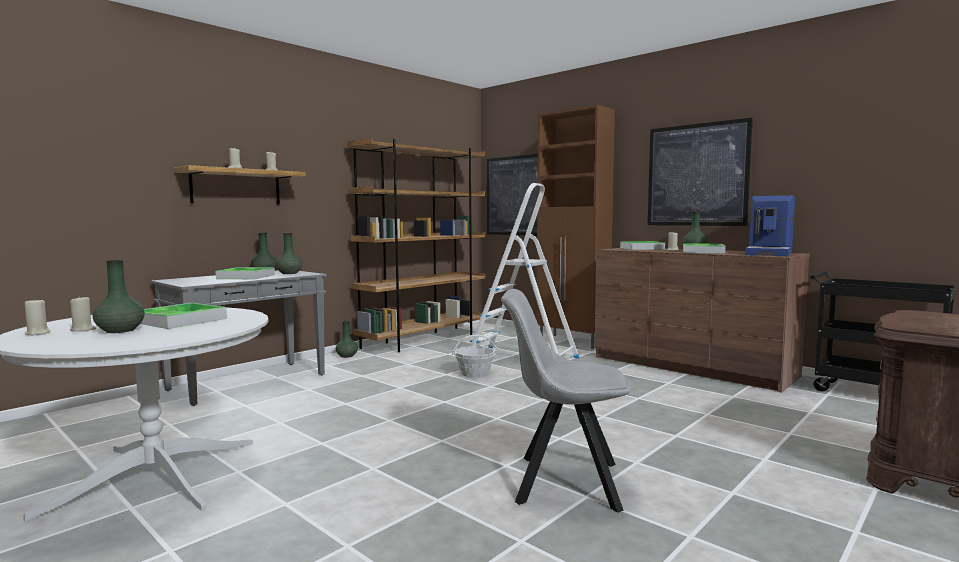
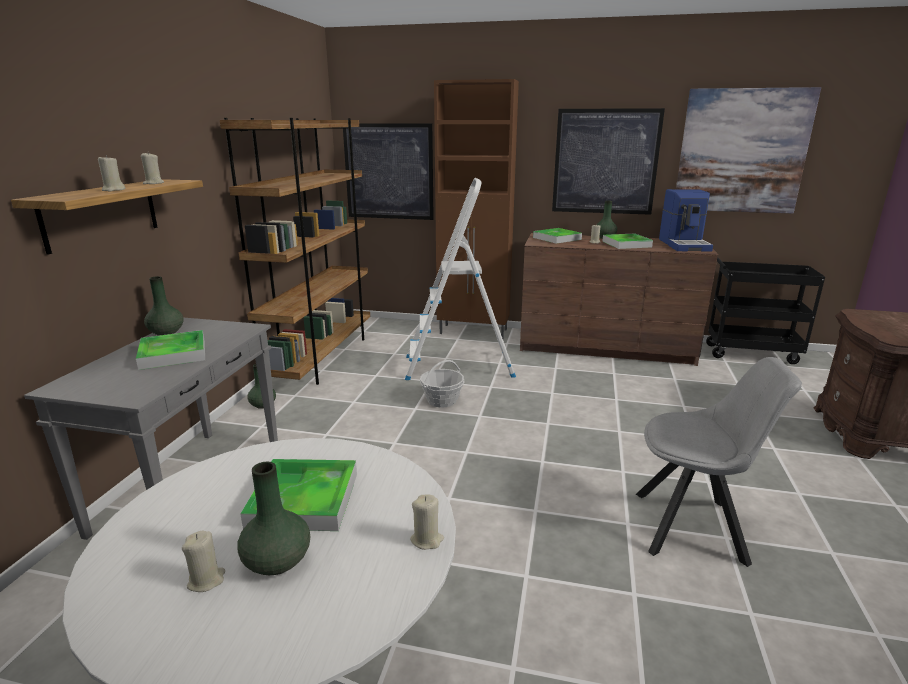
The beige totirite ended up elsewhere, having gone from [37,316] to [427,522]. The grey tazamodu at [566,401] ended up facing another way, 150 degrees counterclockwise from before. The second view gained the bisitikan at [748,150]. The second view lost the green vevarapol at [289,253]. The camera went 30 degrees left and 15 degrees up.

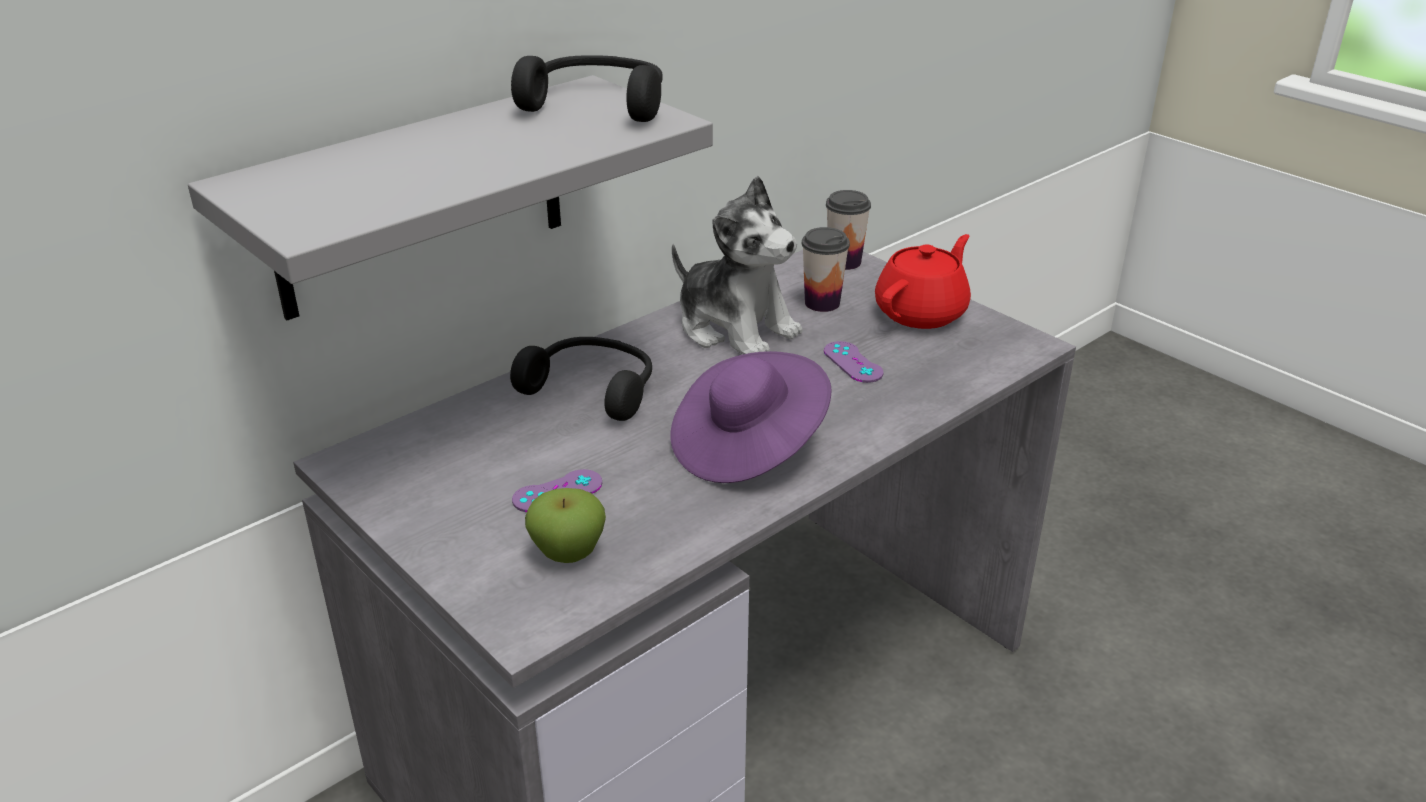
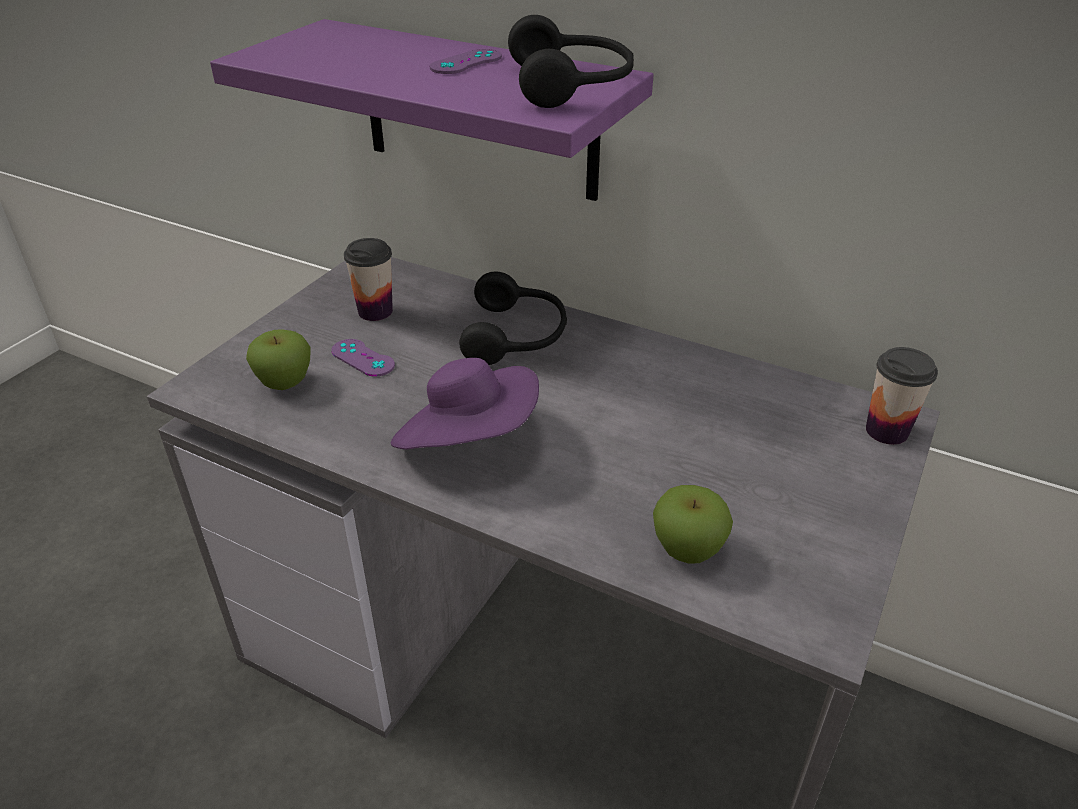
What was the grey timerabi at [450,197] turned into the purple timerabi at [432,110]. The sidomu ended up elsewhere, having gone from [826,269] to [368,279]. The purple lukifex ended up elsewhere, having gone from [854,362] to [465,61]. The second view gained the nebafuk at [693,524]. The second view lost the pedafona at [737,265]. The second view lost the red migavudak at [923,281]. The camera went 70 degrees right and 5 degrees up.

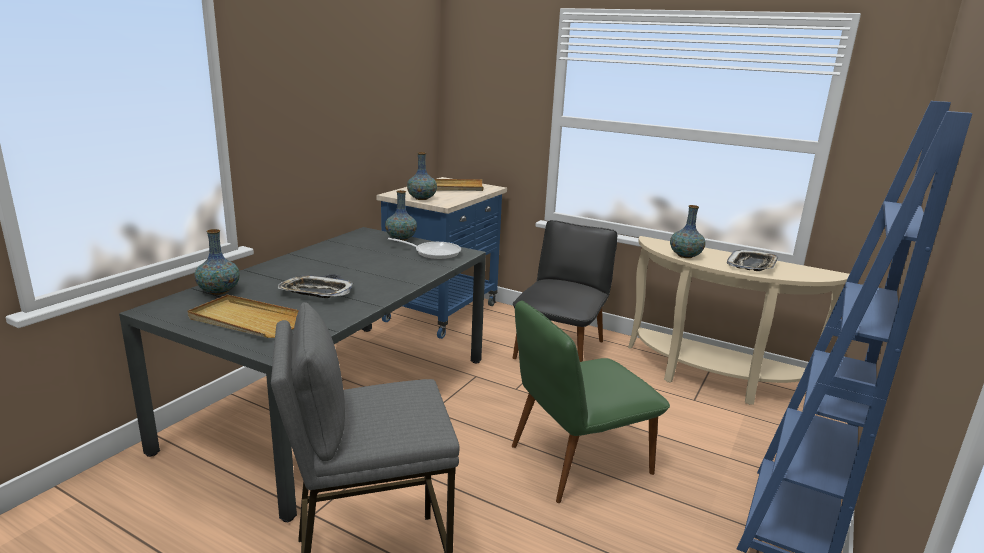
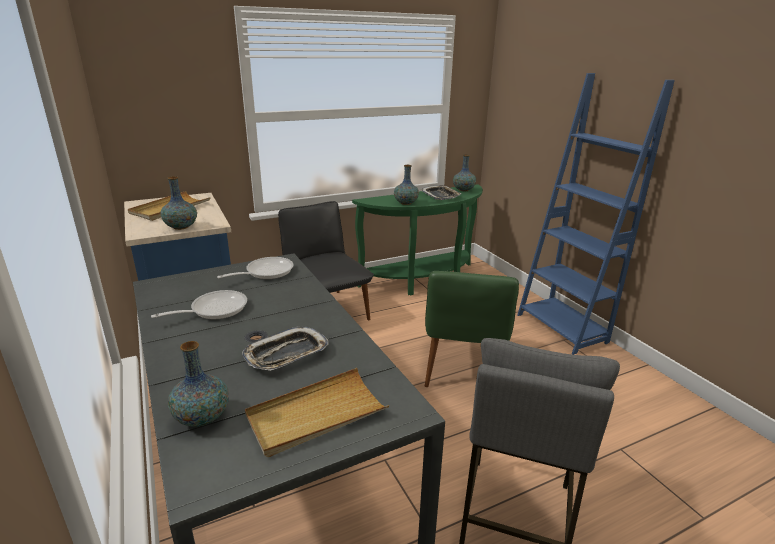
The second view gained the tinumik at [199,305]. What was the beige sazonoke at [739,320] turned into the green sazonoke at [417,240]. The vevarapol ended up elsewhere, having gone from [401,215] to [464,172]. The camera went 55 degrees left and 5 degrees up.

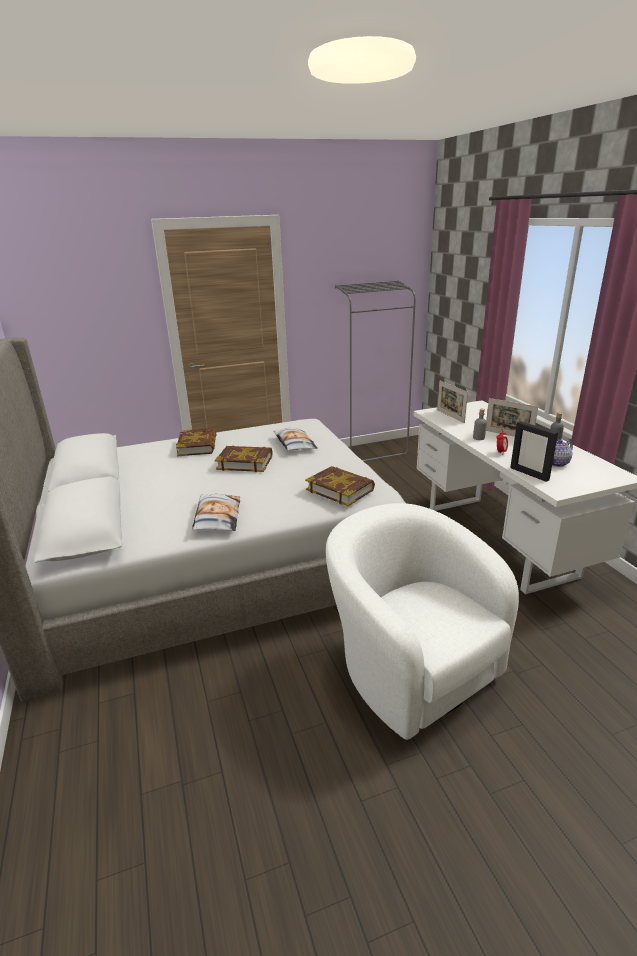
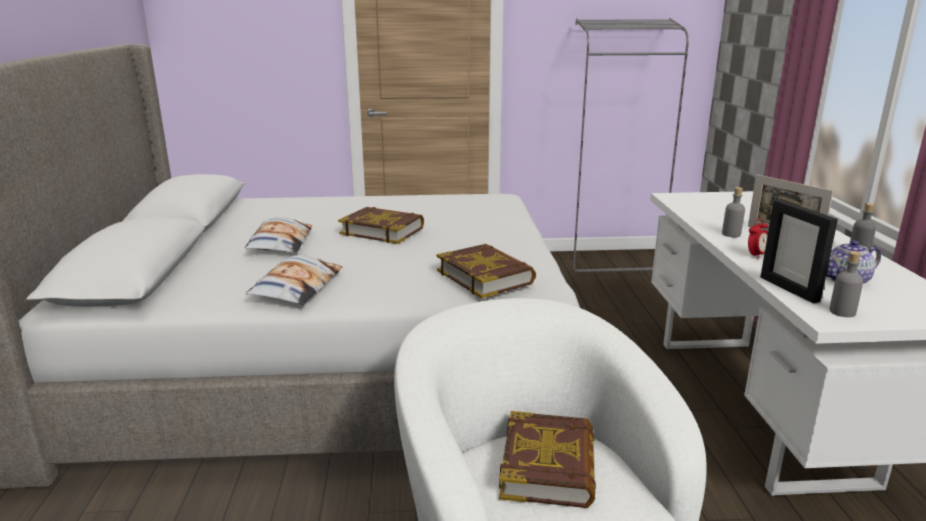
The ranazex ended up elsewhere, having gone from [295,439] to [278,235]. The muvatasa ended up elsewhere, having gone from [196,442] to [547,459]. The second view gained the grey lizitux at [846,284]. The second view lost the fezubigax at [452,402]. The camera went 15 degrees right and 5 degrees down.

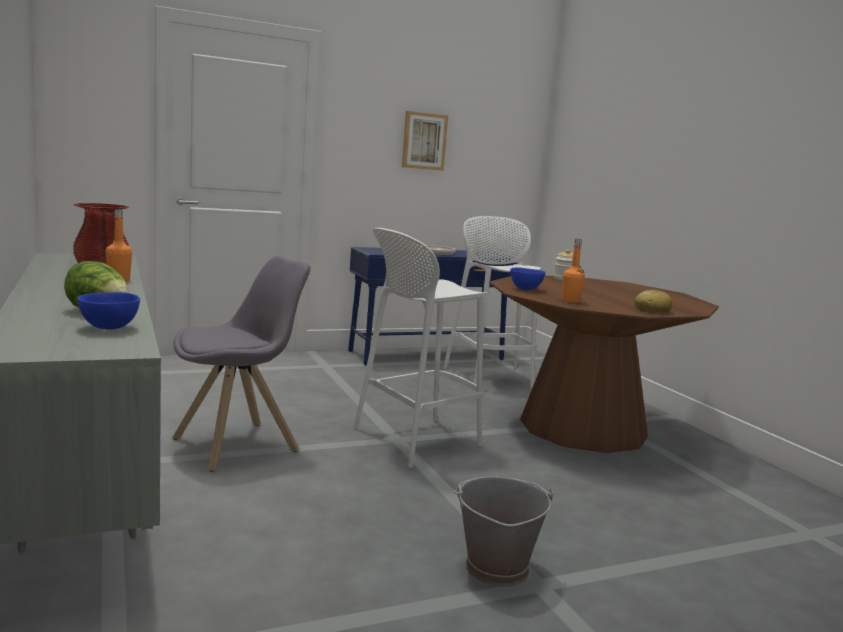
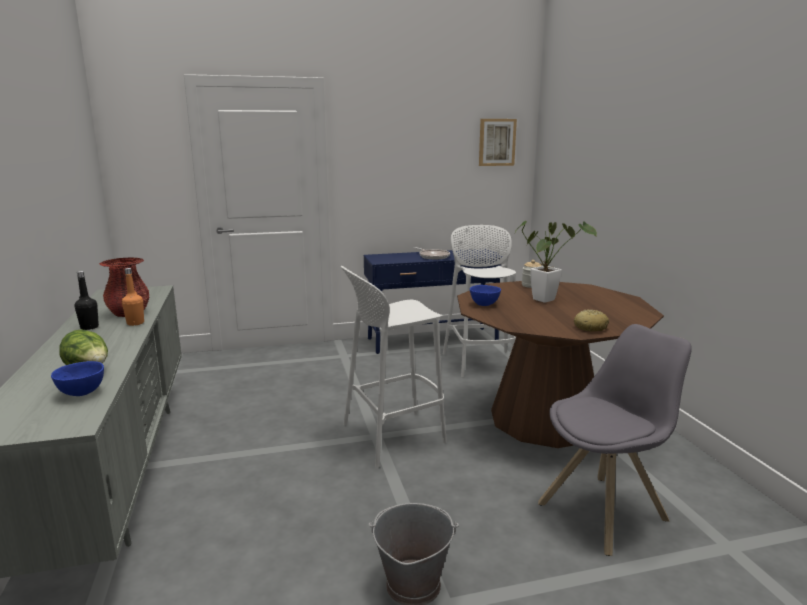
The second view gained the black lizitux at [86,300]. The bisitikan ended up elsewhere, having gone from [425,141] to [498,142]. The second view gained the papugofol at [555,262]. The grey tazamodu ended up elsewhere, having gone from [241,363] to [615,440]. The second view lost the orange lizitux at [573,271]. The camera went 10 degrees right and 5 degrees up.

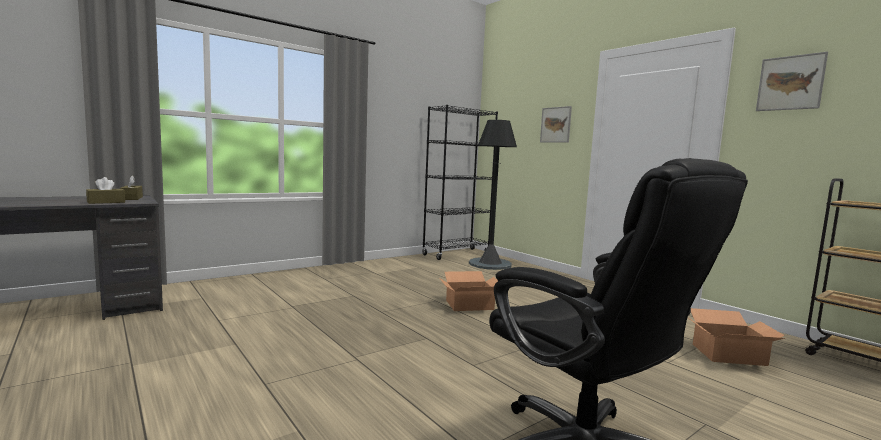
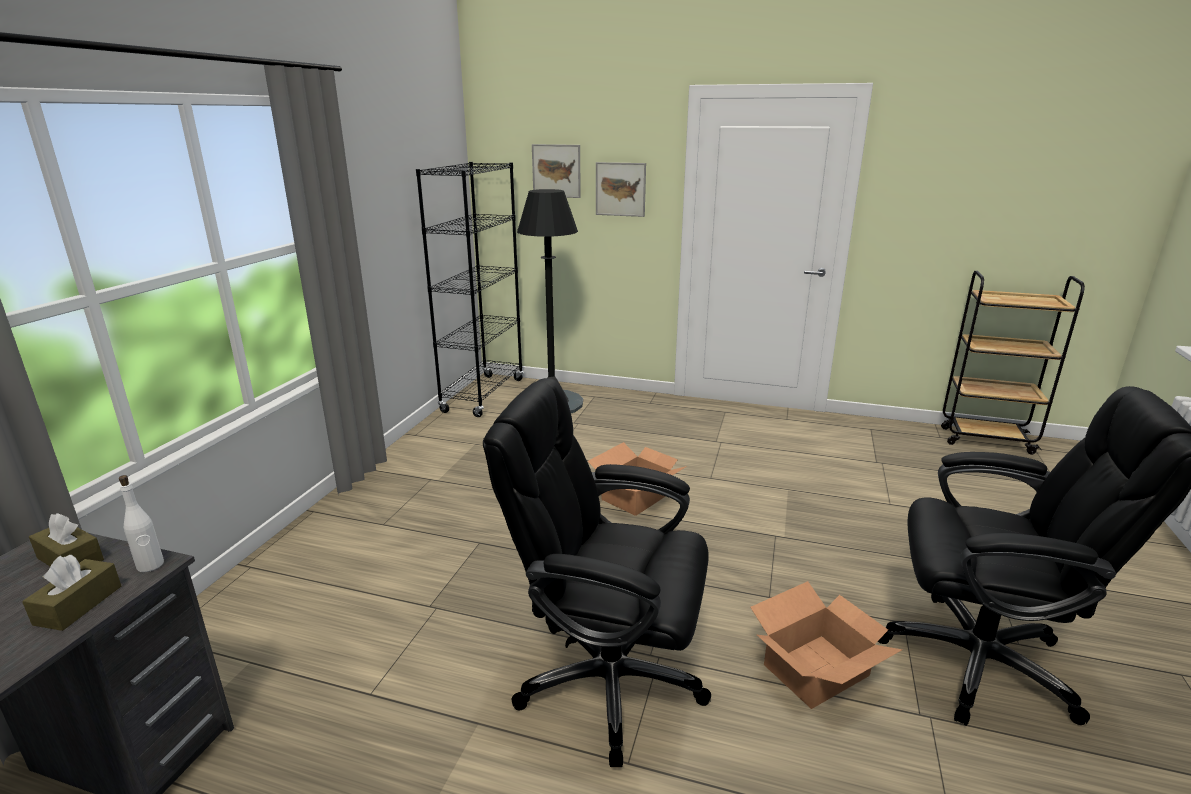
The second view gained the white lizitux at [141,523]. The second view gained the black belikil at [597,572]. The bisitikan ended up elsewhere, having gone from [792,81] to [556,171]. The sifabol ended up elsewhere, having gone from [737,337] to [826,645]. The camera went 35 degrees left and 15 degrees up.

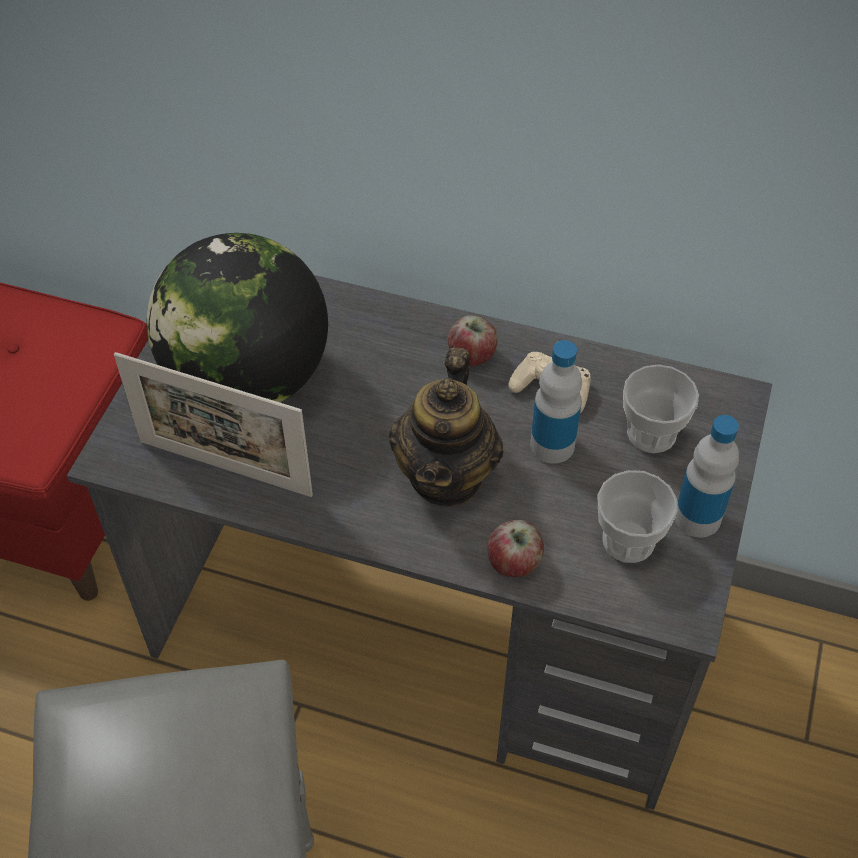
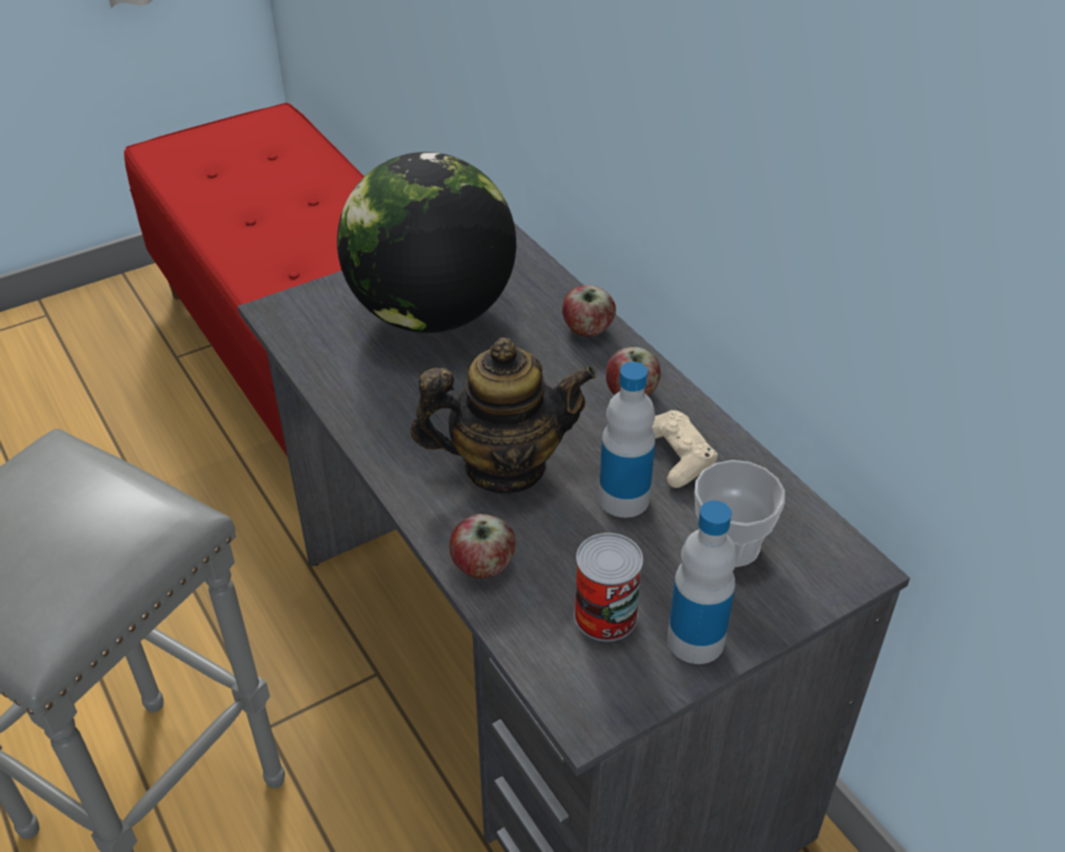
The migavudak at [446,427] ended up facing another way, 150 degrees counterclockwise from before. The second view gained the nebafuk at [589,311]. Where the sidomu stood at [638,516], the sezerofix came to stand at [608,587]. The second view lost the fezubigax at [213,424]. The camera went 40 degrees right and 10 degrees down.

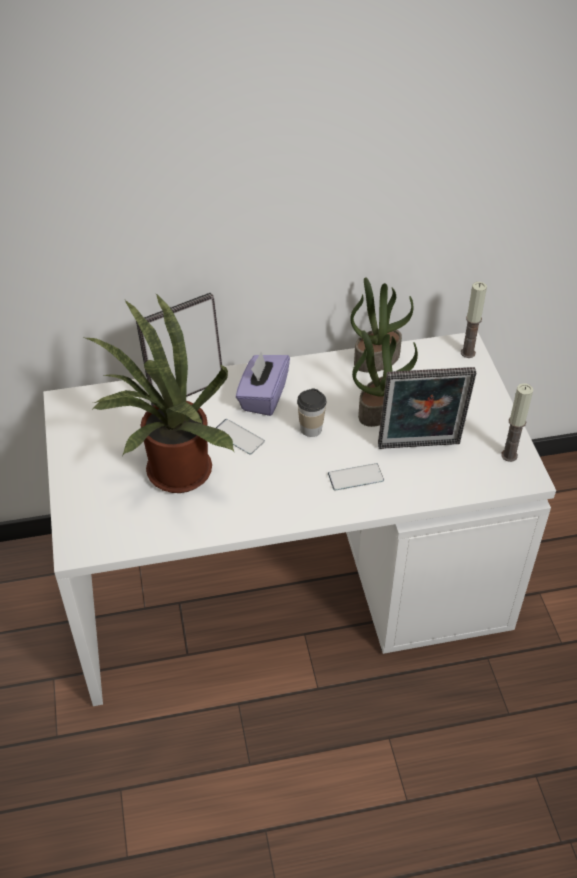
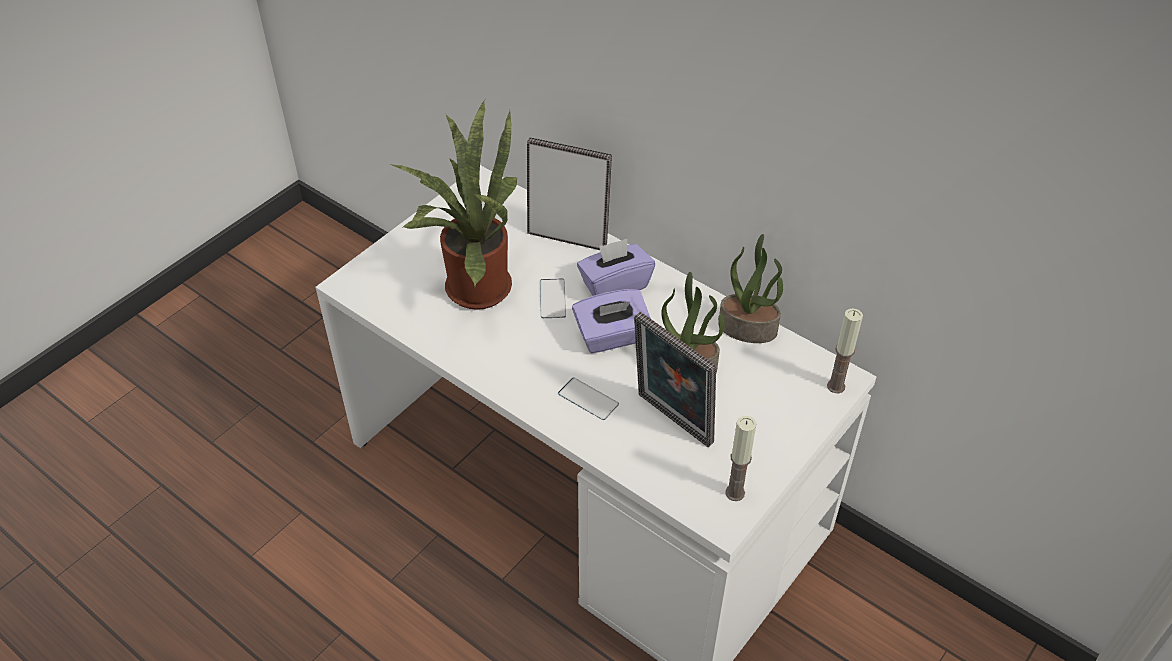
Where the sidomu stood at [311,413], the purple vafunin came to stand at [611,321]. The camera went 50 degrees right and 0 degrees up.

